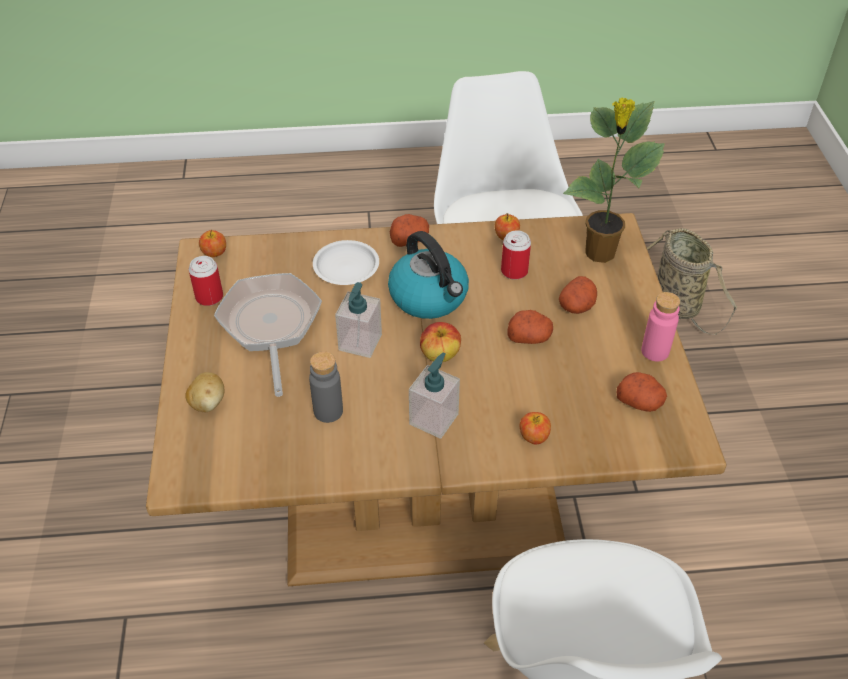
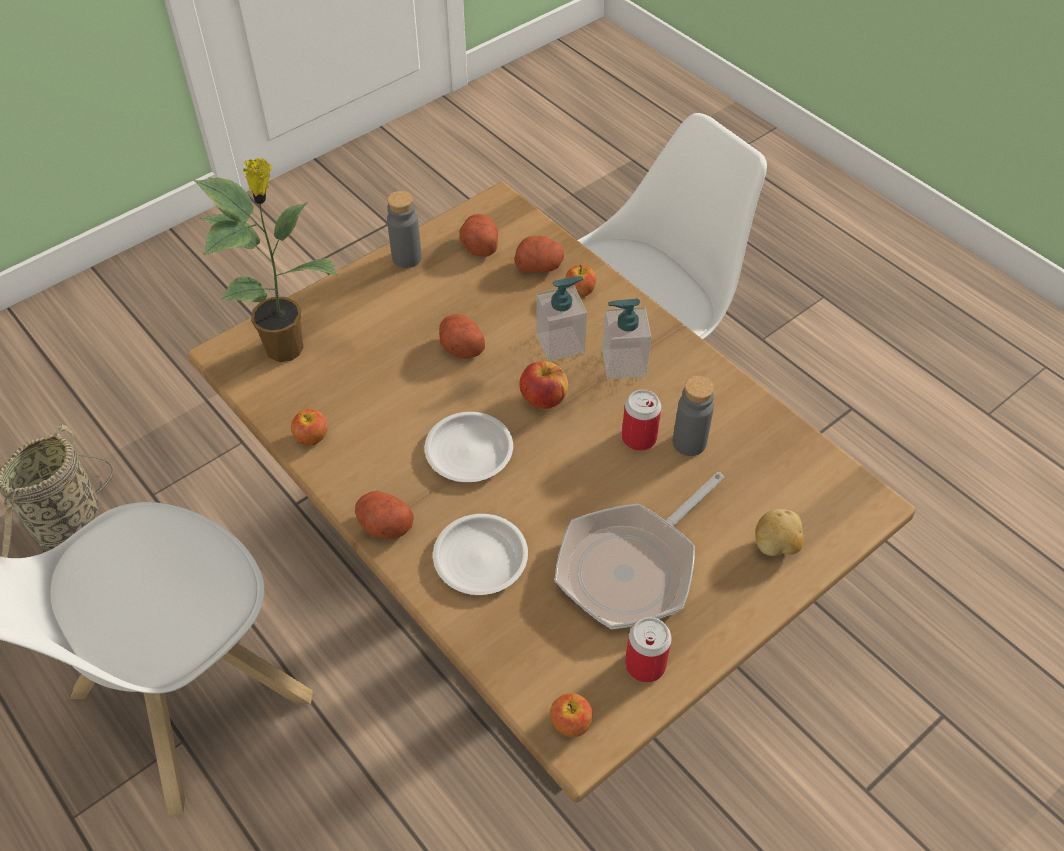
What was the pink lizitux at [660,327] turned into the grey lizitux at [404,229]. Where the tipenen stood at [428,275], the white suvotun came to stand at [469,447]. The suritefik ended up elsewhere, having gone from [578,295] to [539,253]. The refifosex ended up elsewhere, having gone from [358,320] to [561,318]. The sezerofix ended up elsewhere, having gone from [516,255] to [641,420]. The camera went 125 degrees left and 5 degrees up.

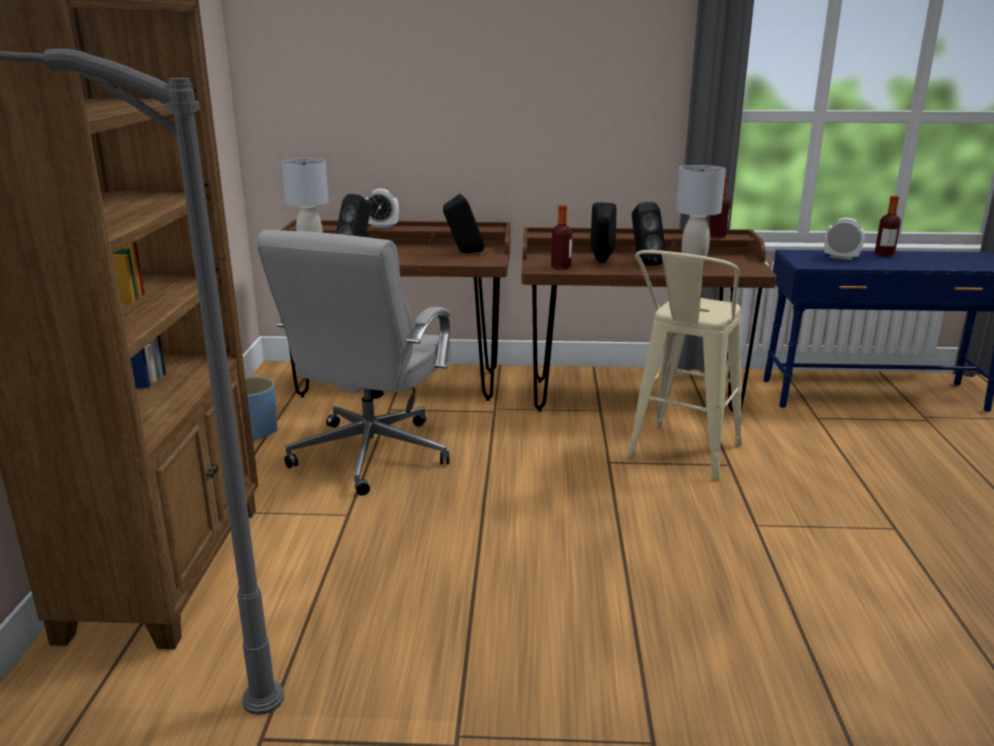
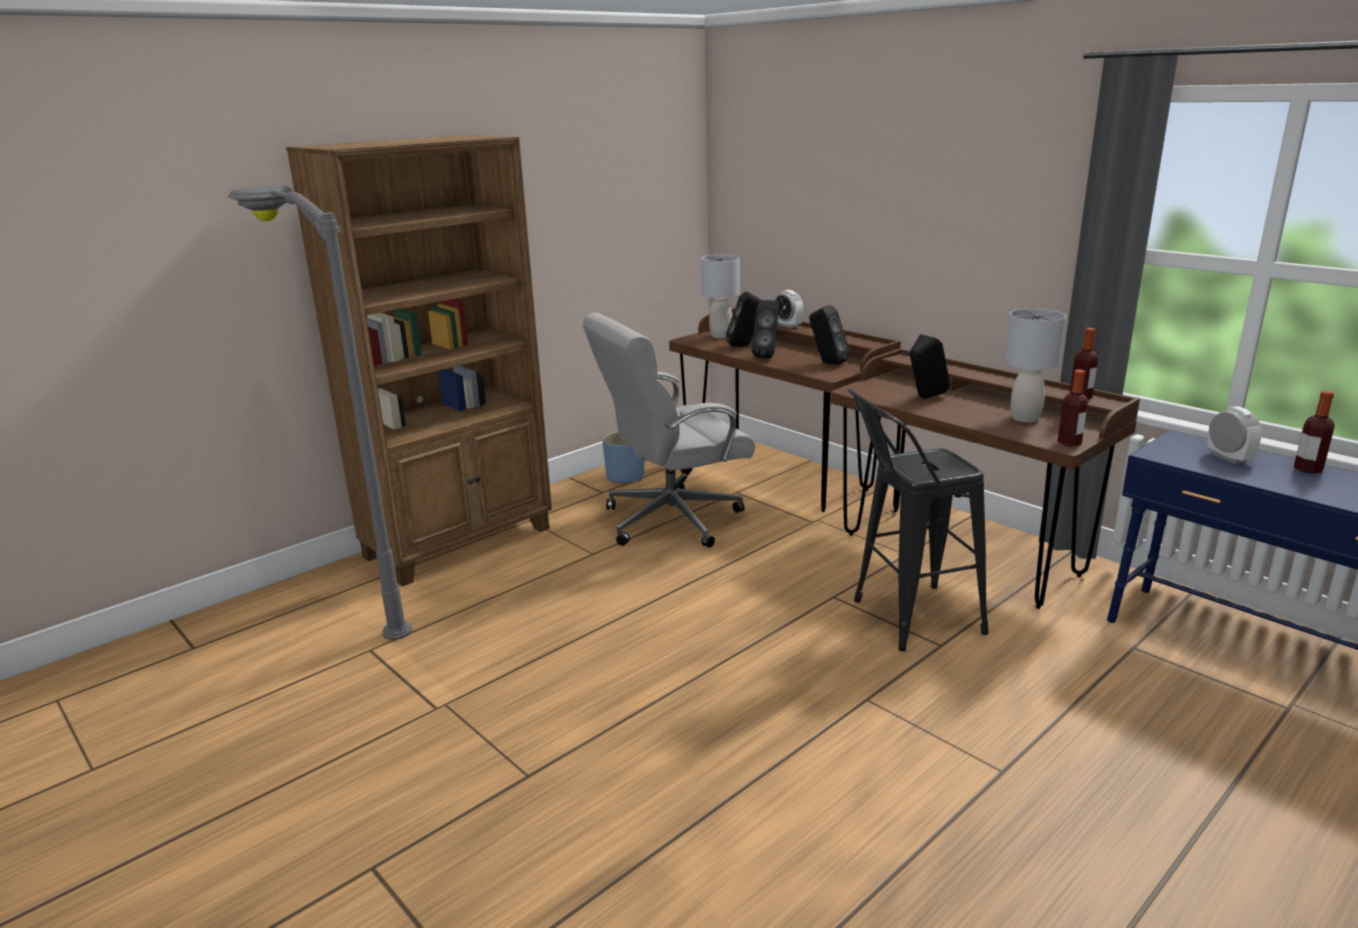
The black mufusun ended up elsewhere, having gone from [649,234] to [765,329]. What was the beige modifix at [684,365] turned into the black modifix at [918,520]. The lizitux ended up elsewhere, having gone from [561,237] to [1073,408]. The camera went 45 degrees right and 0 degrees up.

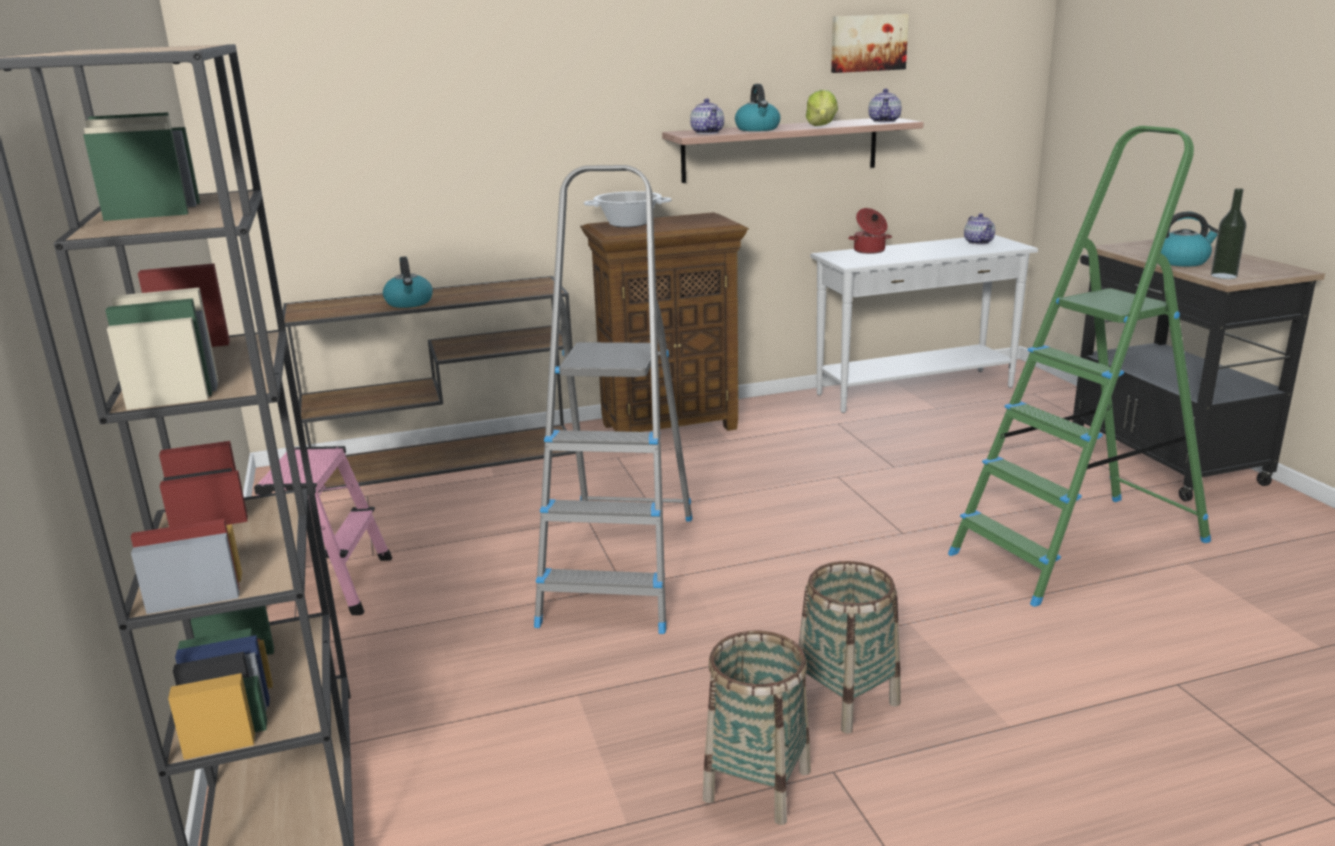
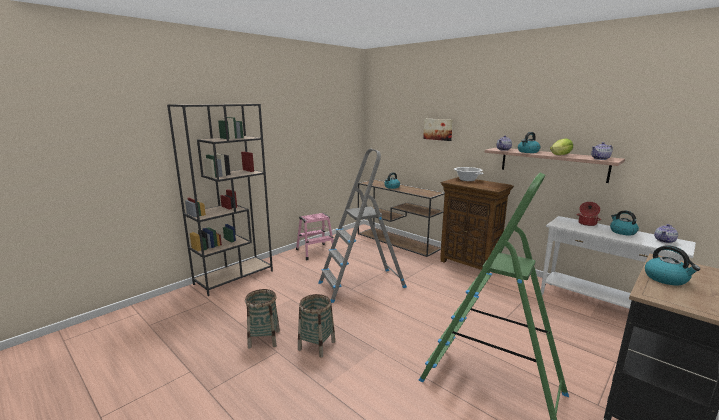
The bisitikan ended up elsewhere, having gone from [870,43] to [438,130]. The second view gained the tipenen at [624,223]. The second view lost the lizitux at [1228,233]. The camera went 60 degrees right and 5 degrees down.

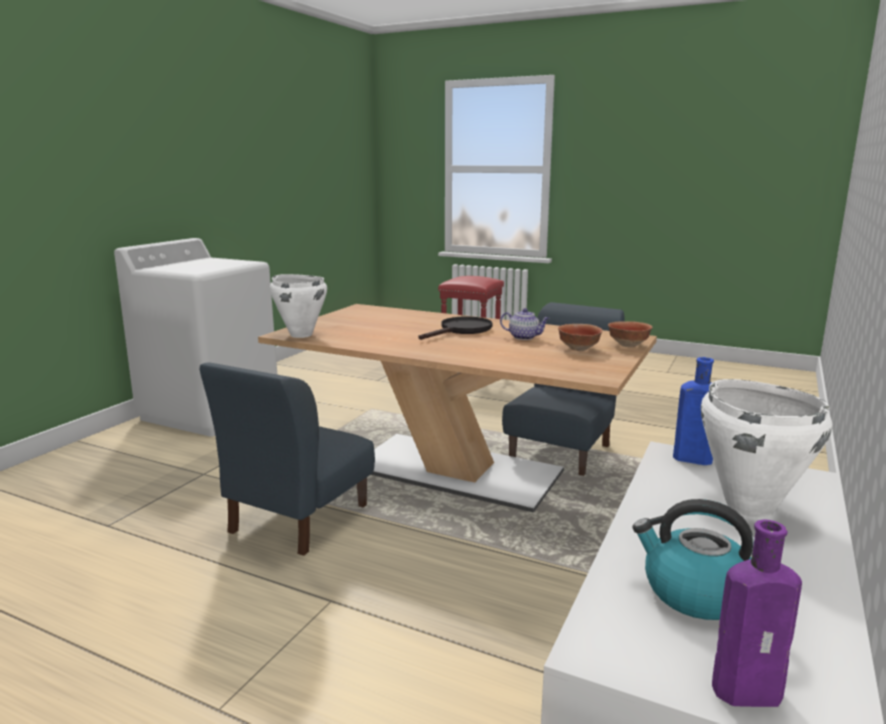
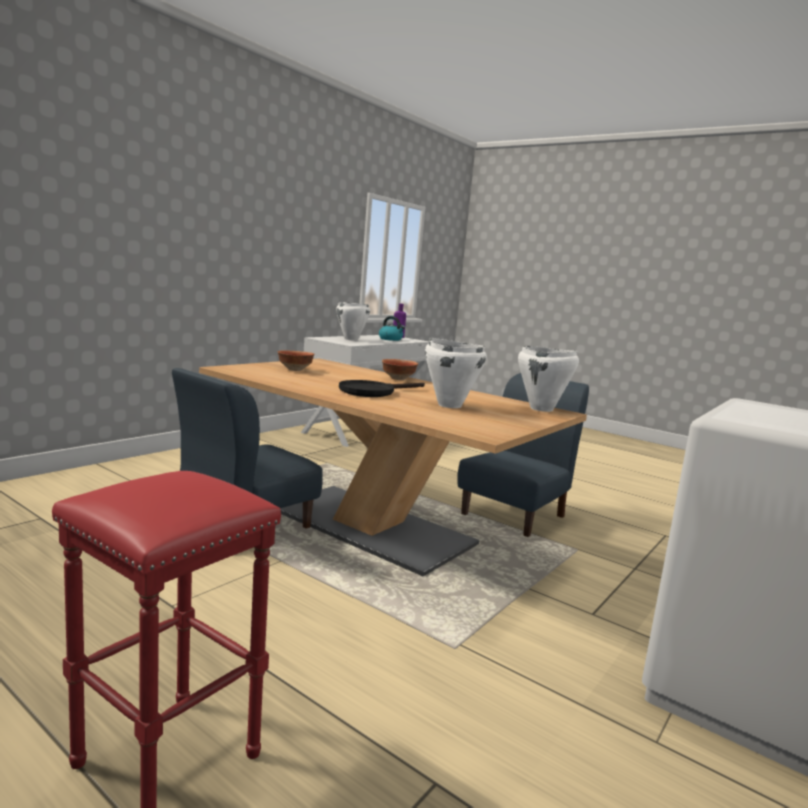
The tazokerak ended up elsewhere, having gone from [630,334] to [400,369]. The second view gained the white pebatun at [456,373]. The second view lost the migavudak at [525,324]. The second view lost the blue lizitux at [693,411]. The camera went 170 degrees left and 5 degrees down.

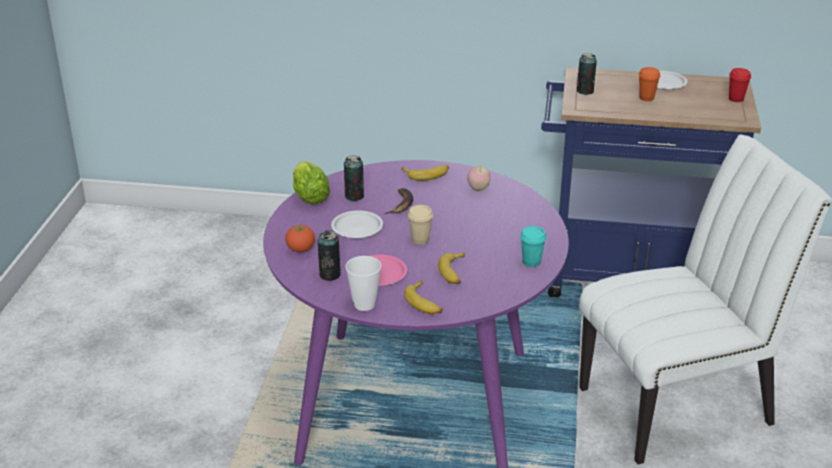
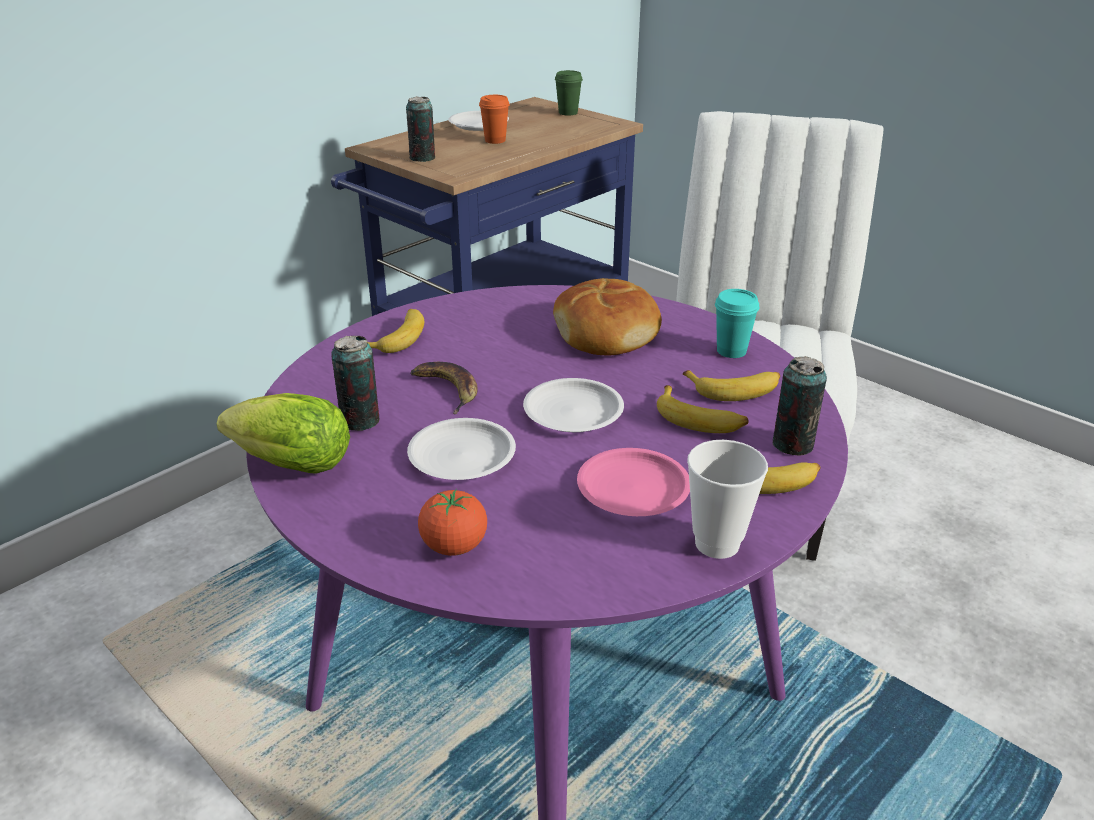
Where the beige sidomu stood at [420,225], the white suvotun came to stand at [573,405]. The second view gained the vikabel at [607,316]. What was the red sidomu at [740,85] turned into the green sidomu at [569,93]. The second view gained the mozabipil at [731,385]. The sezerofix ended up elsewhere, having gone from [329,255] to [800,406]. The second view lost the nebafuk at [479,178]. The camera went 55 degrees left and 0 degrees up.

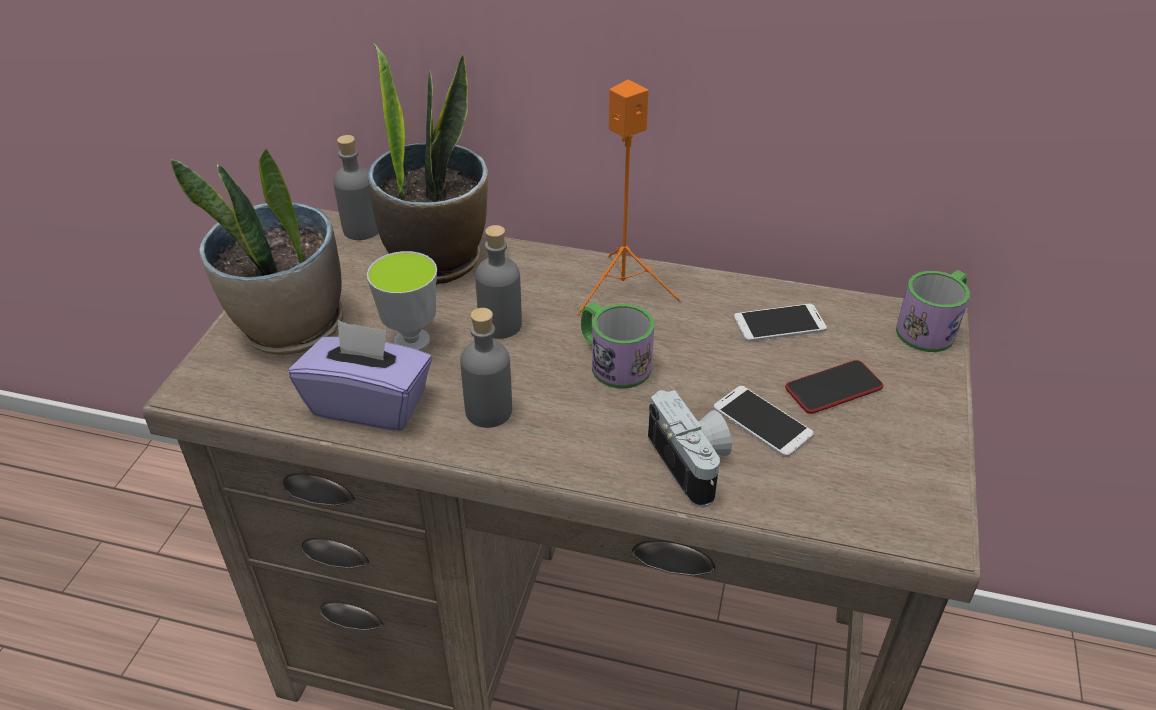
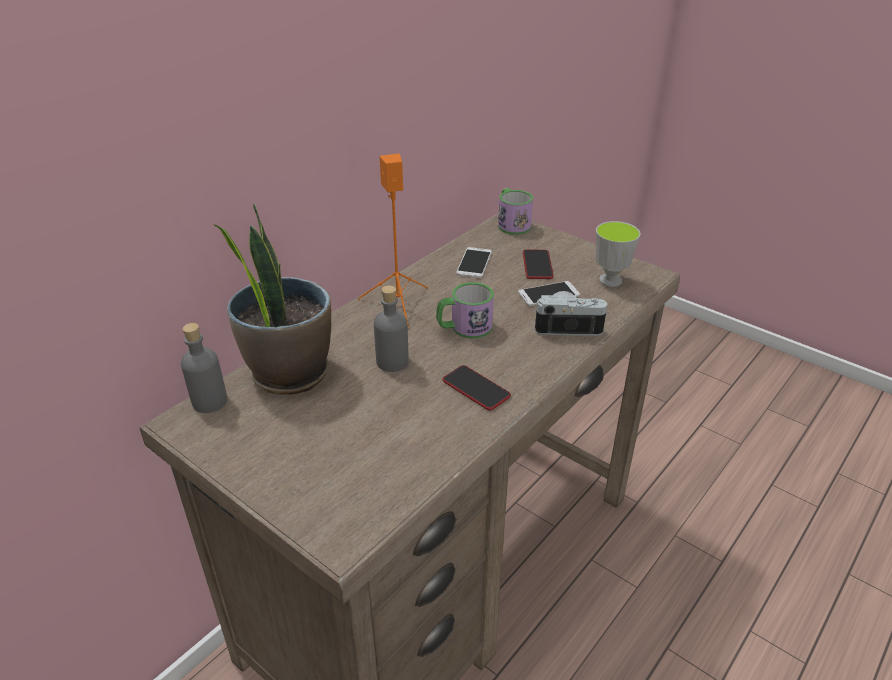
Where the grey lizitux stood at [486,368], the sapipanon came to stand at [476,387]. The sidomu ended up elsewhere, having gone from [402,301] to [618,254]. The second view lost the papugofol at [257,251]. The second view lost the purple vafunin at [360,375]. The camera went 65 degrees left and 5 degrees down.

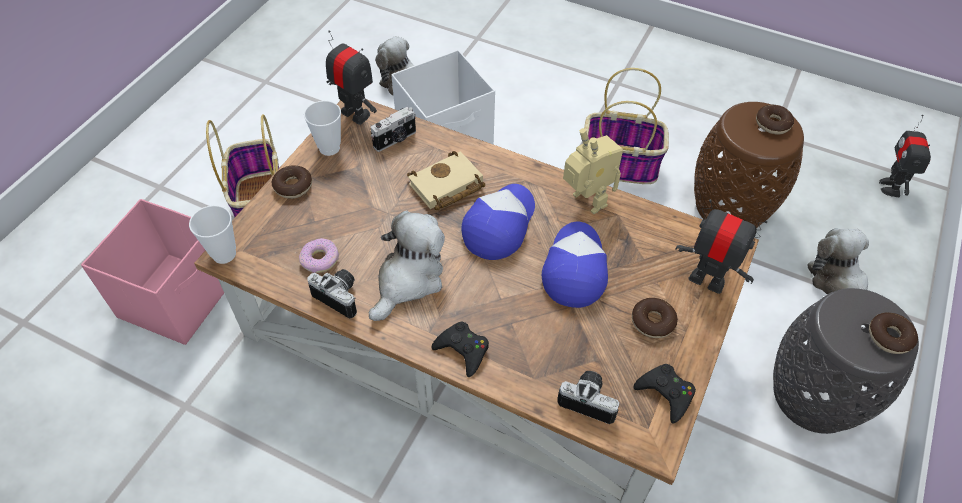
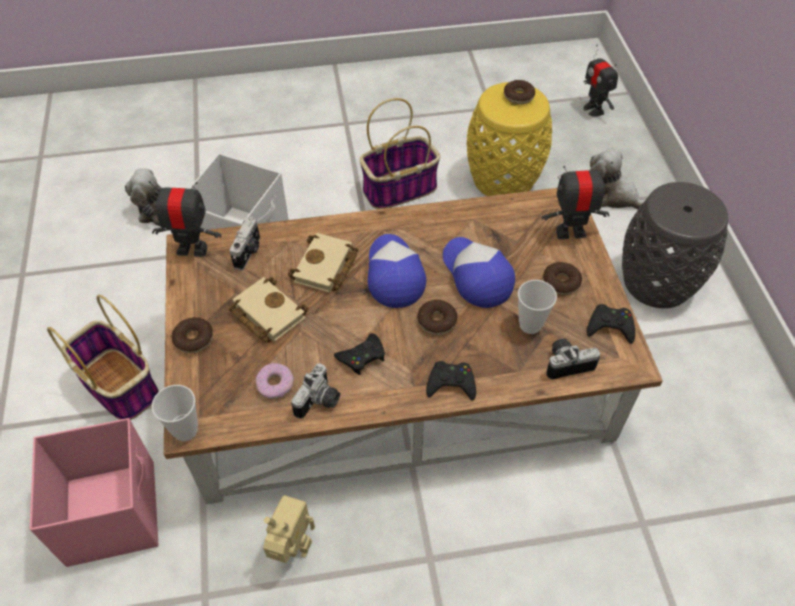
The second view gained the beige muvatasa at [269,309]. The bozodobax ended up elsewhere, having gone from [593,171] to [289,529]. The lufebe at [332,294] ended up facing another way, 120 degrees clockwise from before. Where the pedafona stood at [407,266], the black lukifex came to stand at [359,354]. The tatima ended up elsewhere, having gone from [893,333] to [437,317]. What was the brown modifix at [749,165] turned into the yellow modifix at [509,139]. The sidomu ended up elsewhere, having gone from [322,128] to [537,307]. The camera went 35 degrees left and 0 degrees up.

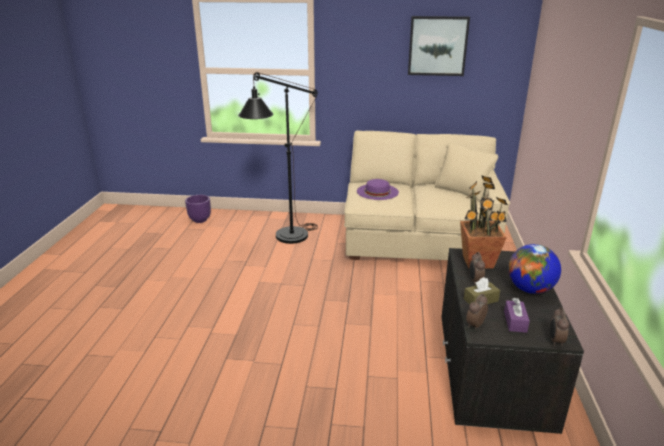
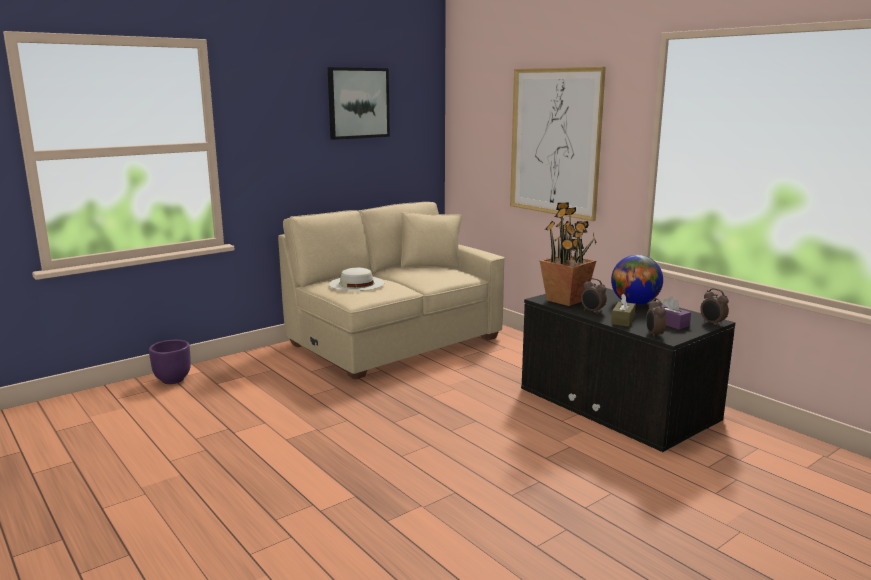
The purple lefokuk ended up elsewhere, having gone from [198,209] to [170,362]. What was the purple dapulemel at [378,189] turned into the white dapulemel at [356,279]. The second view gained the bisitikan at [558,144]. The second view lost the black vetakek at [278,158]. The camera went 45 degrees left and 10 degrees down.

